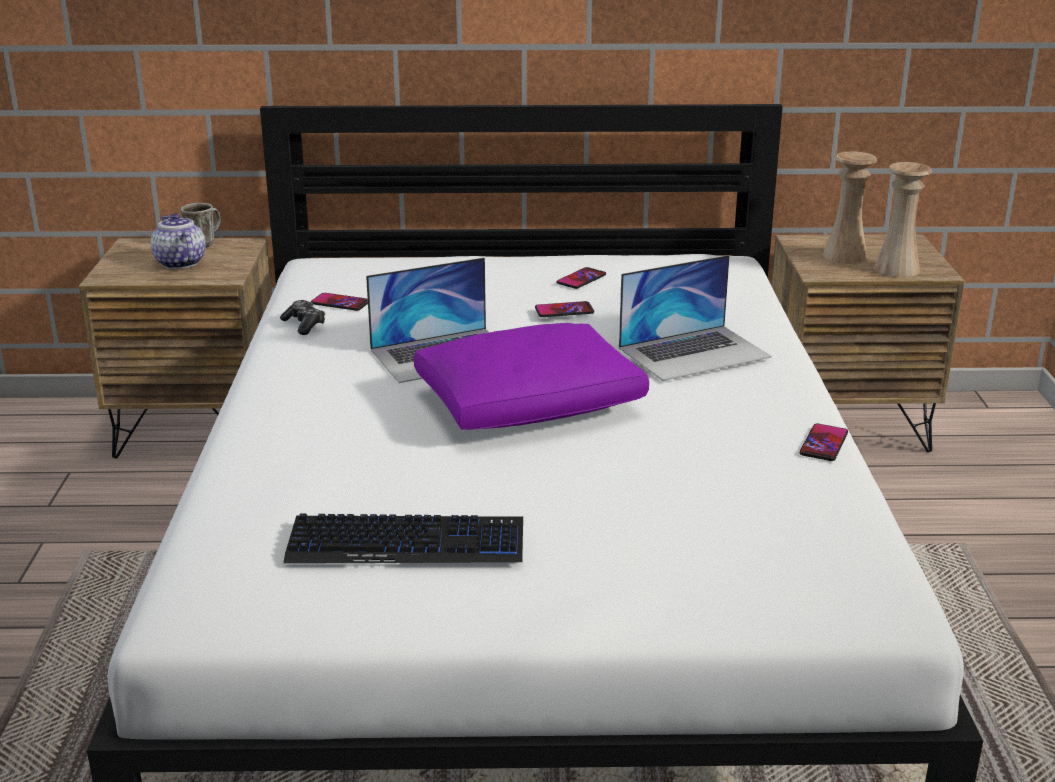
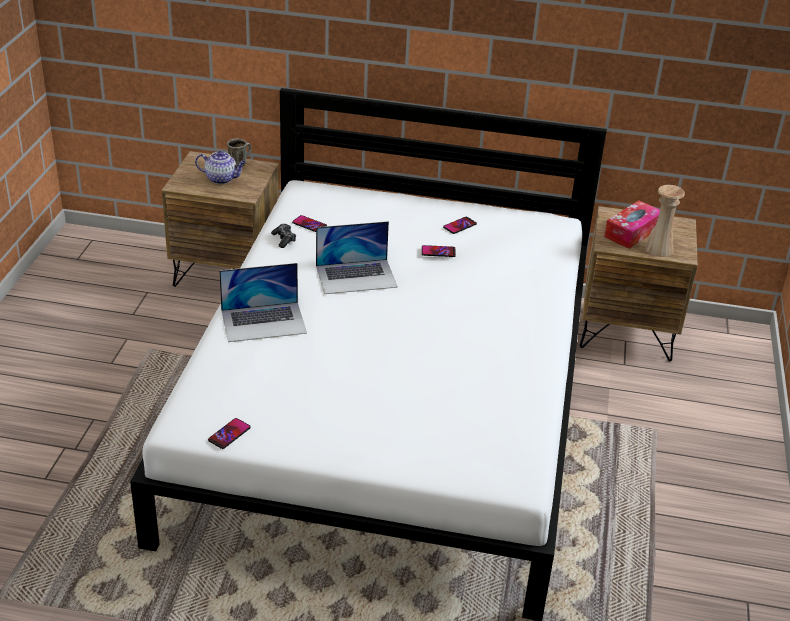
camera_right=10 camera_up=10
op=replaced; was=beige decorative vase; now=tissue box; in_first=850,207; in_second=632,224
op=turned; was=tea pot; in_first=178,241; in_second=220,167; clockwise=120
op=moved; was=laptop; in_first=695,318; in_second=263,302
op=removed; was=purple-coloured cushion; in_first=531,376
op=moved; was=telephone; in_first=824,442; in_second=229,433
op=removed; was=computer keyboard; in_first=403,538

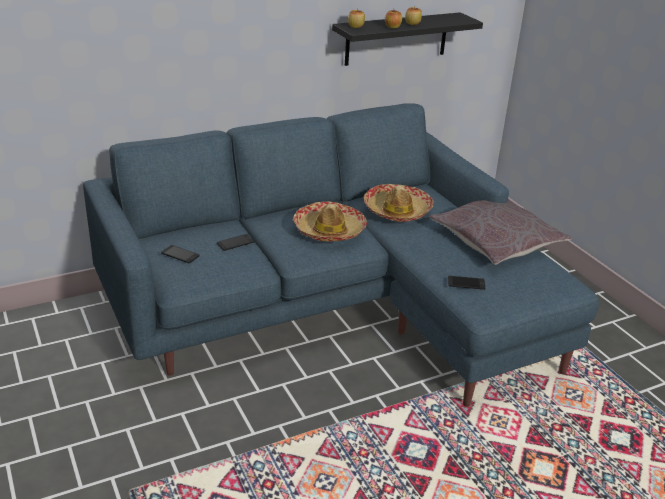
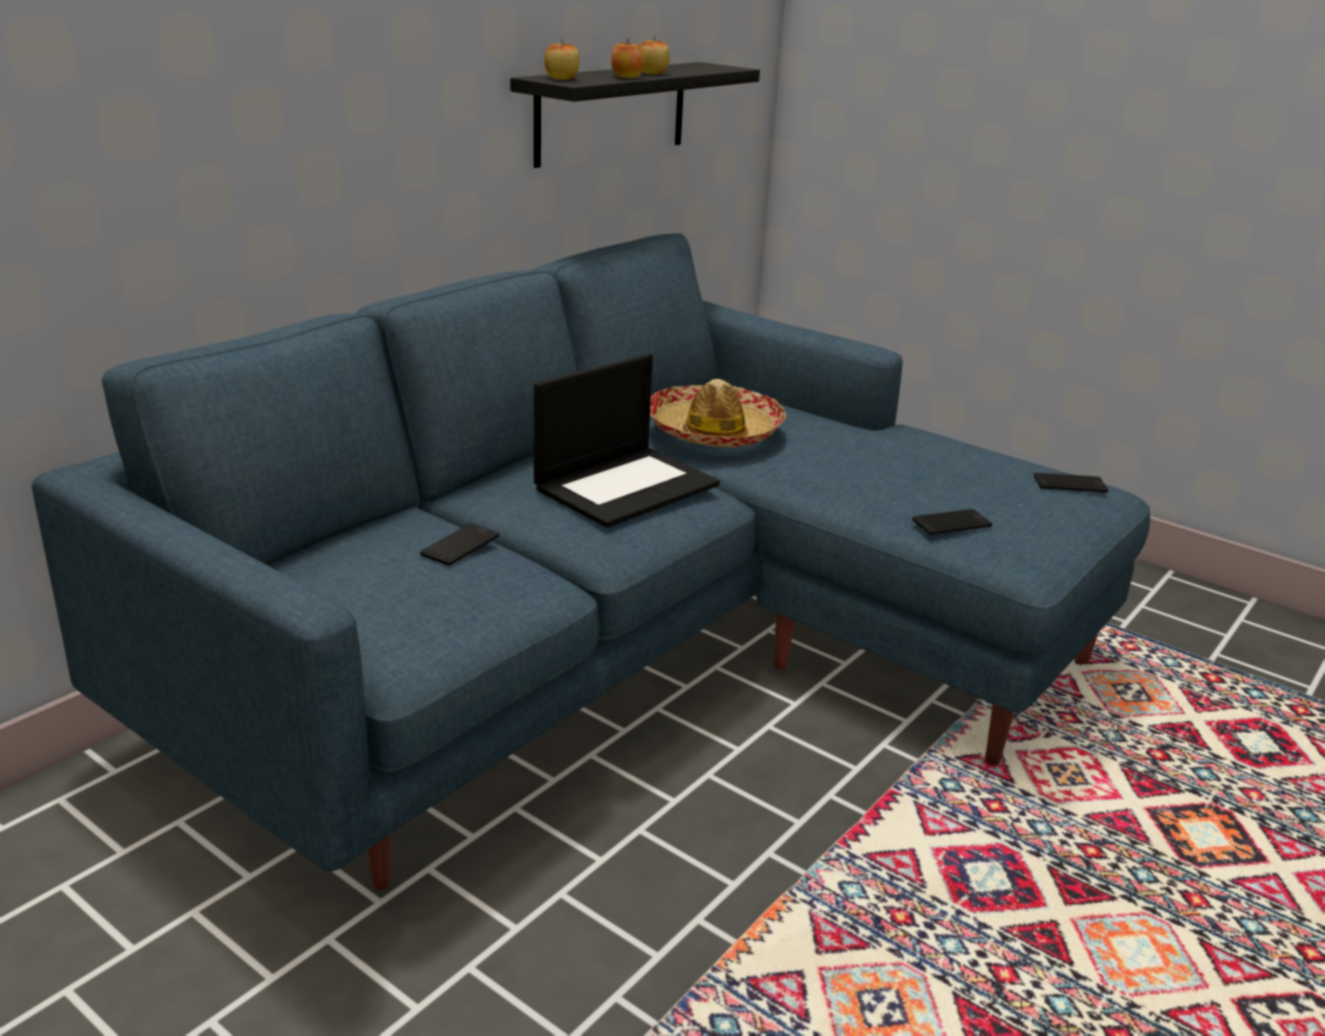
camera_right=-25 camera_up=-5
op=removed; was=grey cushion; in_first=500,232
op=replaced; was=wearable hat; now=laptop; in_first=330,221; in_second=627,440
op=moved; was=telephone; in_first=180,254; in_second=1071,483

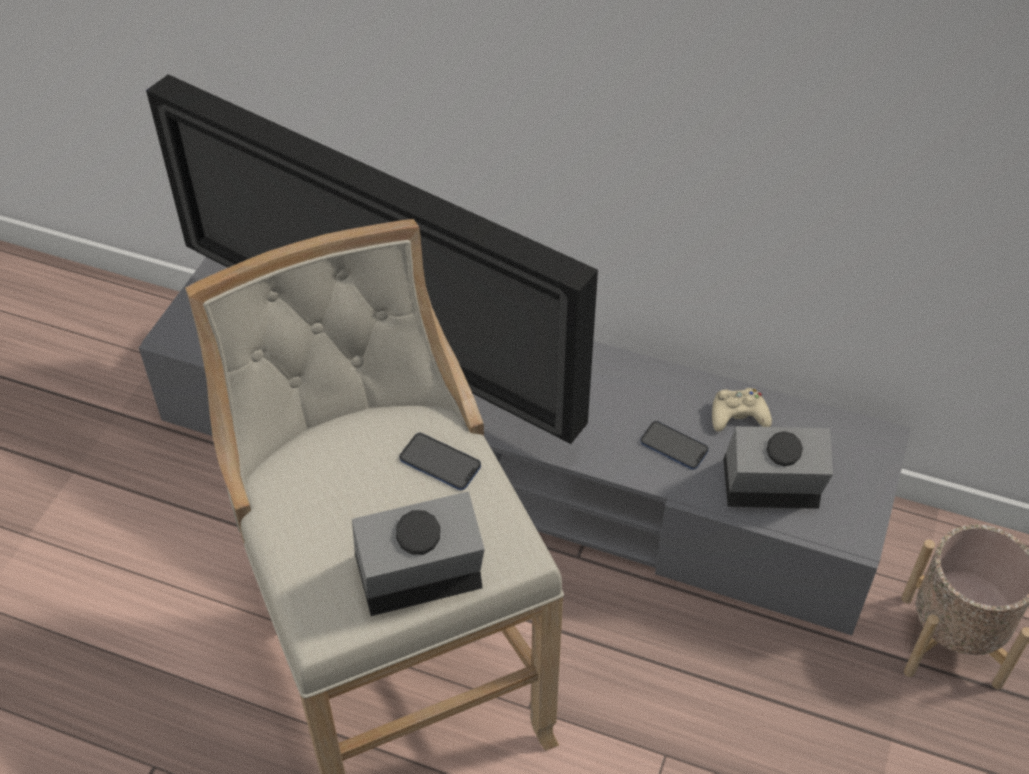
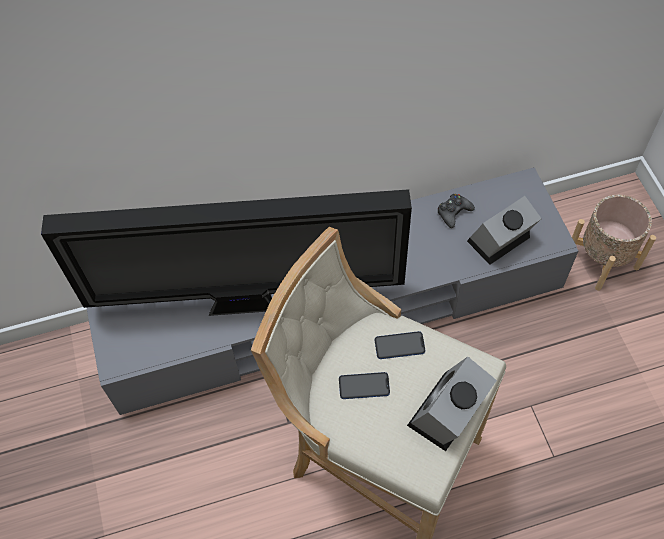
camera_right=-35 camera_up=10
op=recoloured; was=beige game controller; now=black-coloured game controller; in_first=742,409; in_second=456,211
op=moved; was=telephone; in_first=674,445; in_second=364,385

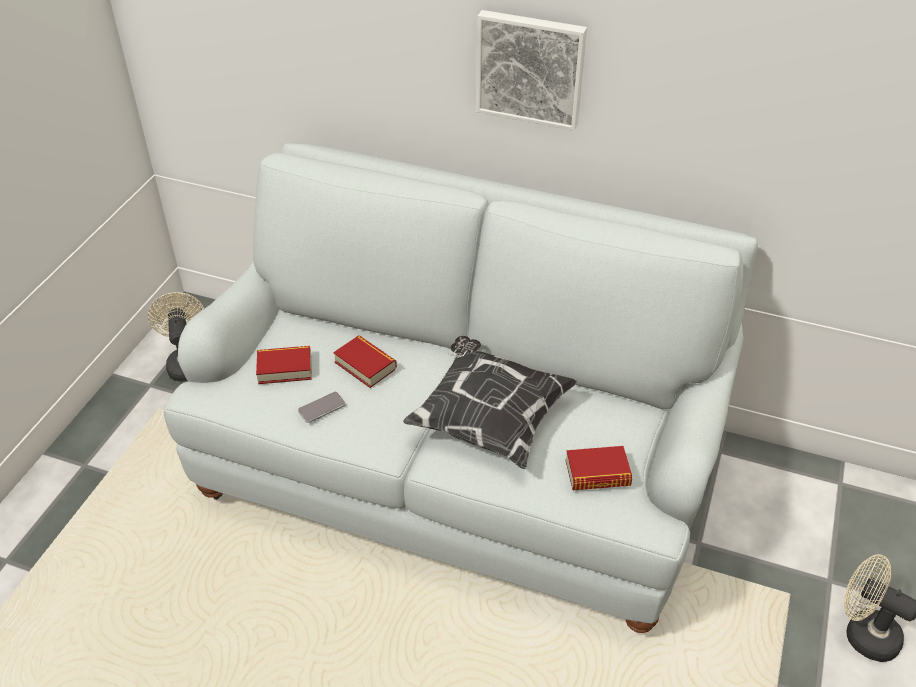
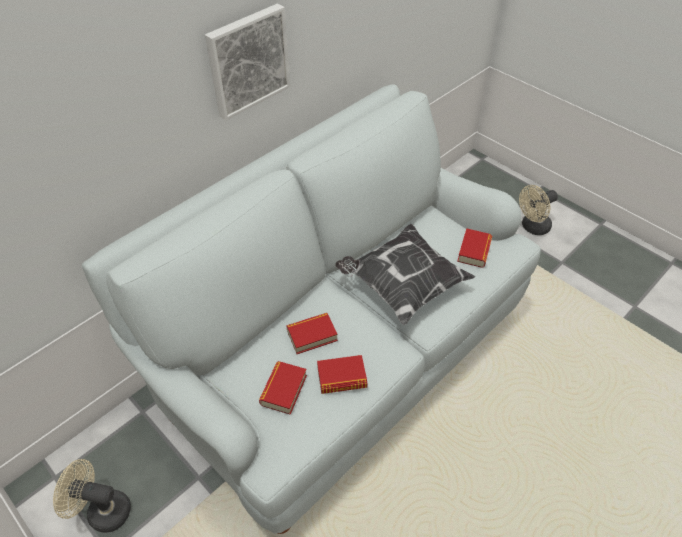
camera_right=-65 camera_up=5
op=replaced; was=telephone; now=book; in_first=322,407; in_second=342,374

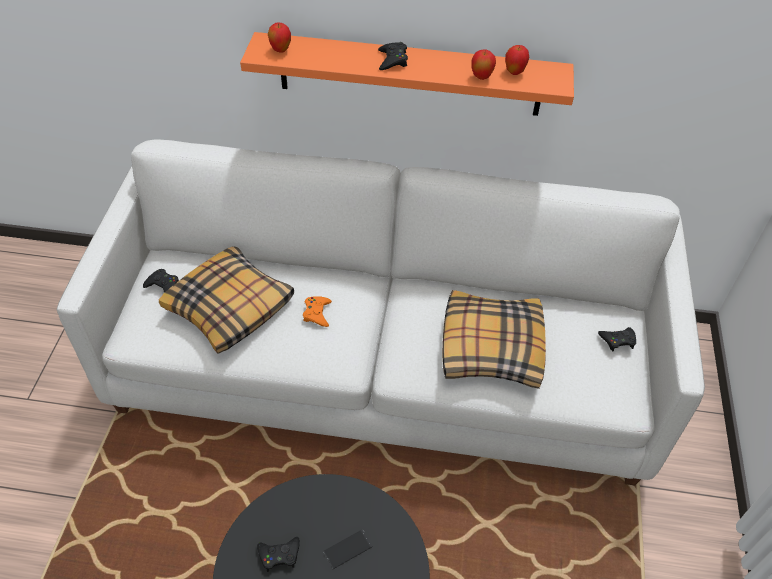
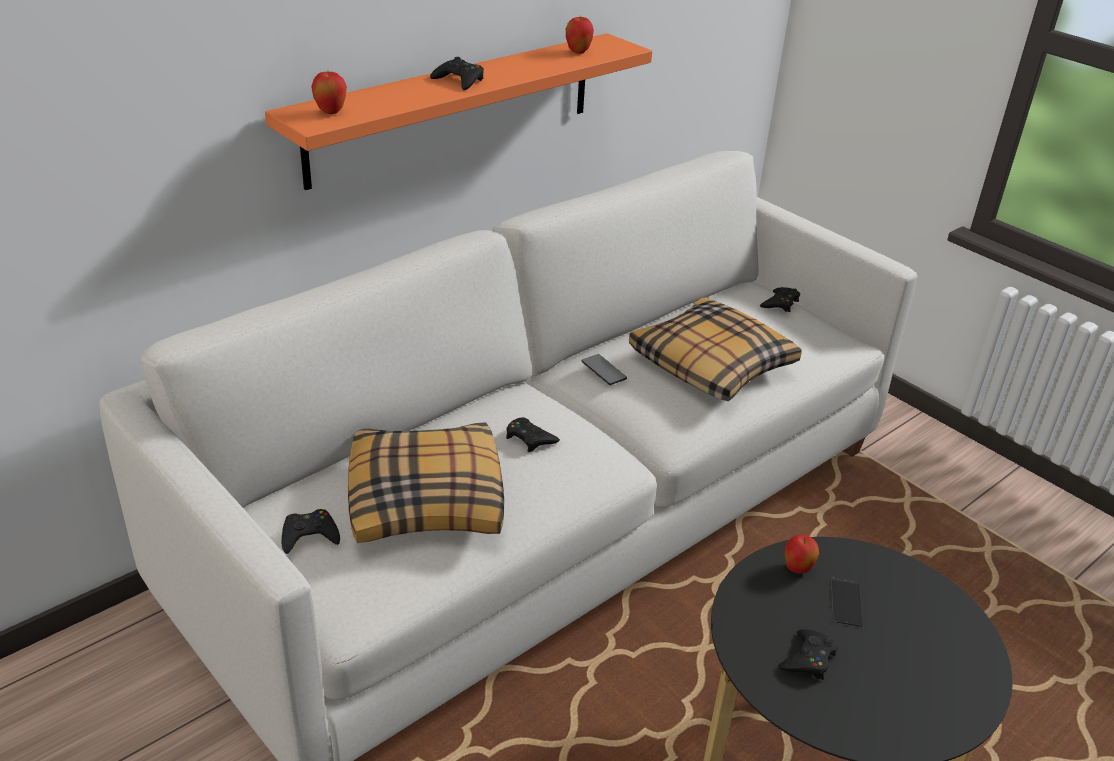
camera_right=-50 camera_up=-15
op=moved; was=apple; in_first=484,65; in_second=802,554
op=recoloured; was=orangey game controller; now=black-coloured game controller; in_first=317,311; in_second=533,434
op=added; now=telephone; in_second=604,369

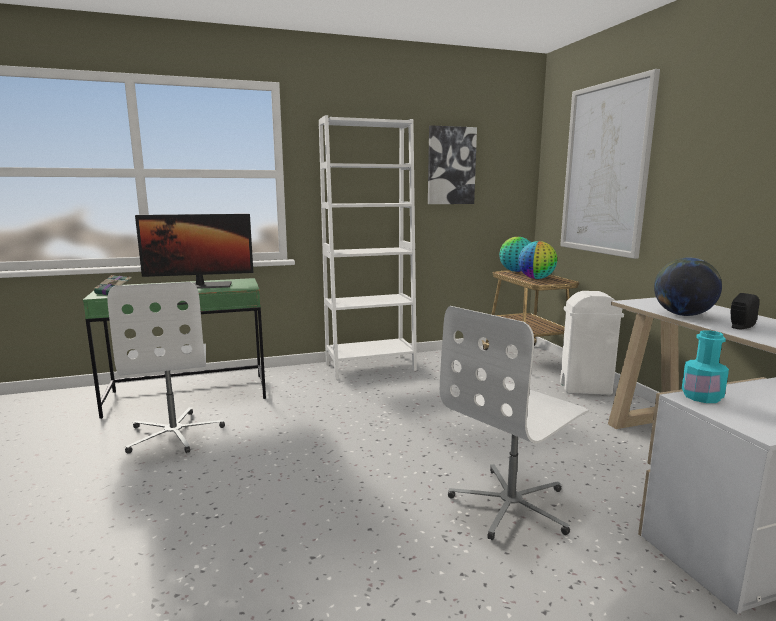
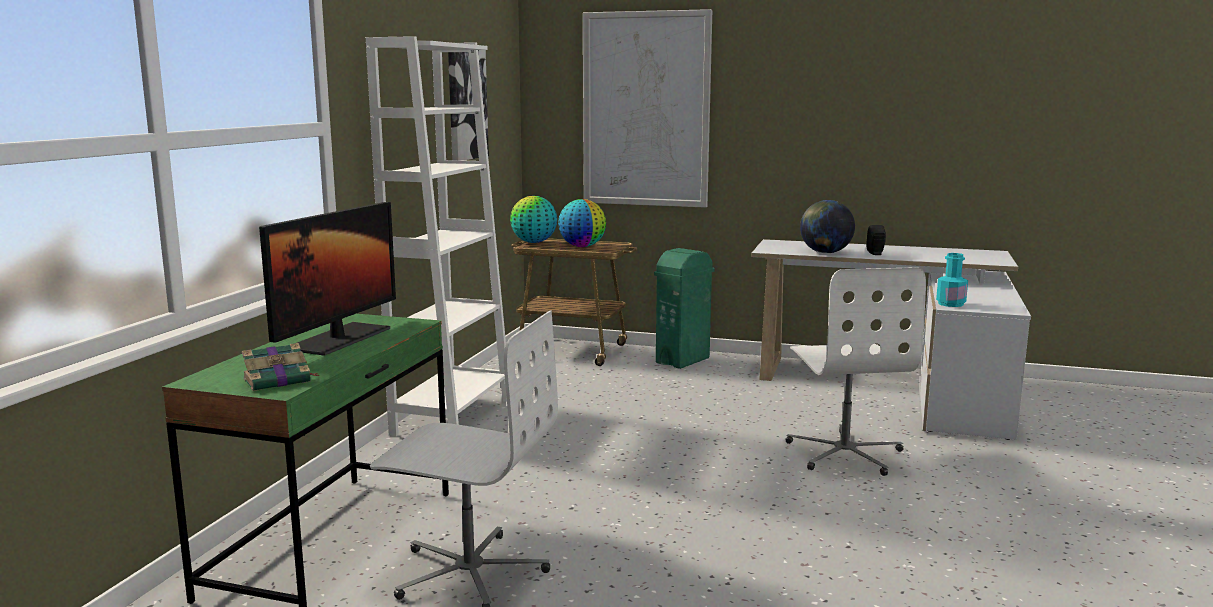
camera_right=-55 camera_up=0
op=recoloured; was=white rubbish bin; now=green rubbish bin; in_first=592,343; in_second=684,308

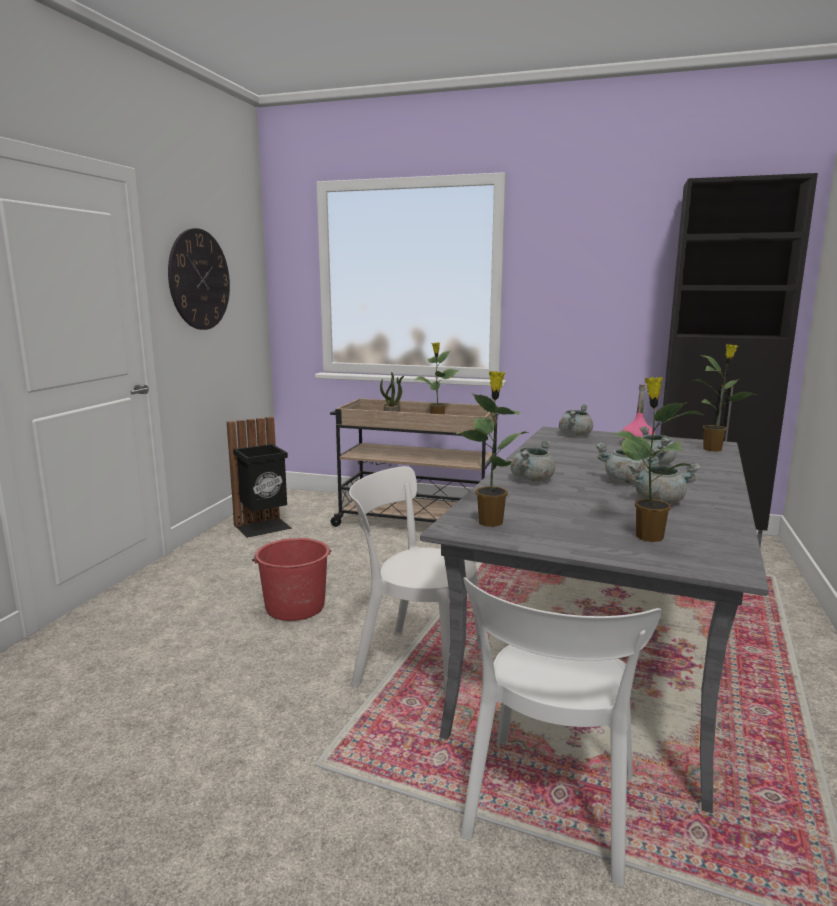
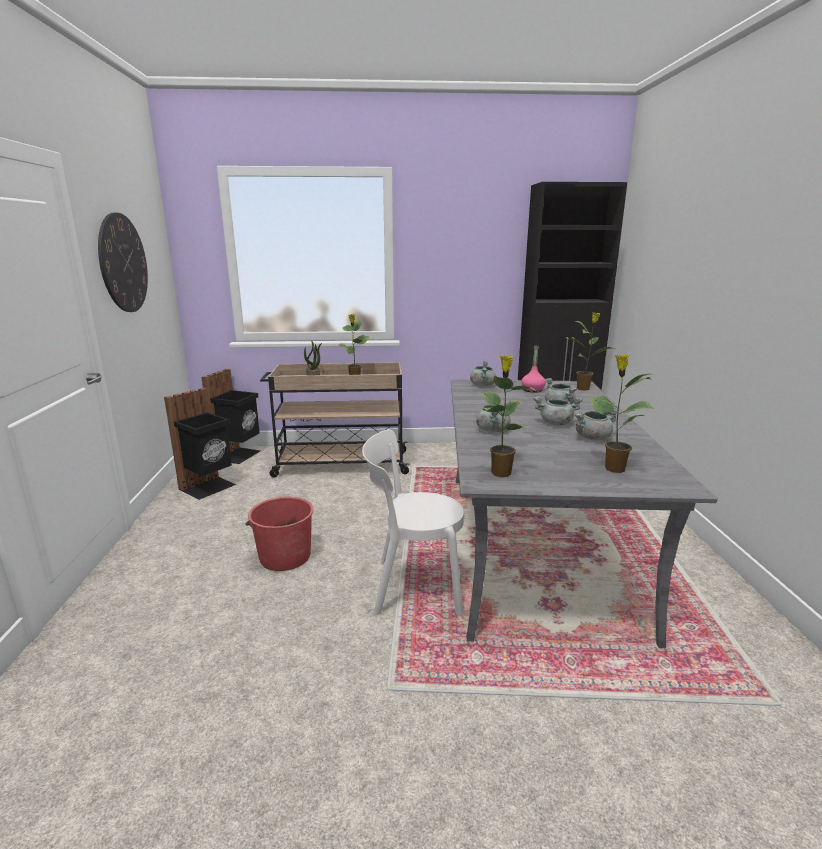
camera_right=-20 camera_up=5
op=removed; was=white upright chair; in_first=561,731
op=added; now=black-coloured rubbish bin; in_second=230,416

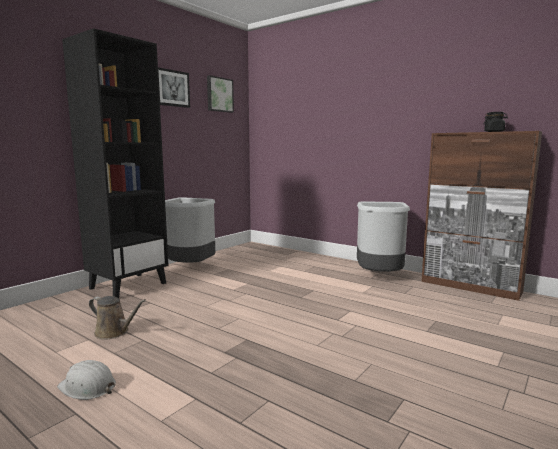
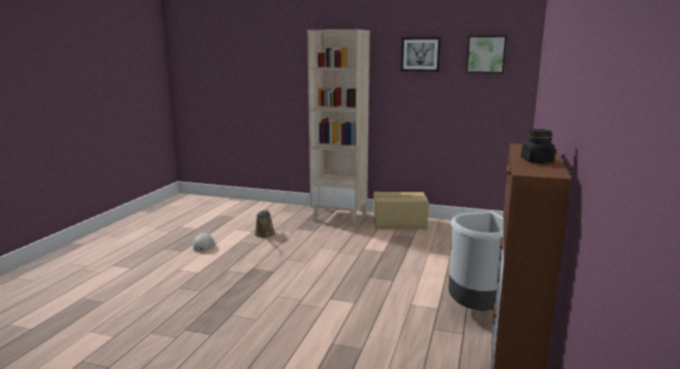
camera_right=70 camera_up=5
op=recoloured; was=black-coloured bookcase; now=beige bookcase; in_first=115,163; in_second=338,127
op=replaced; was=grey rubbish bin; now=packing box; in_first=190,230; in_second=401,210

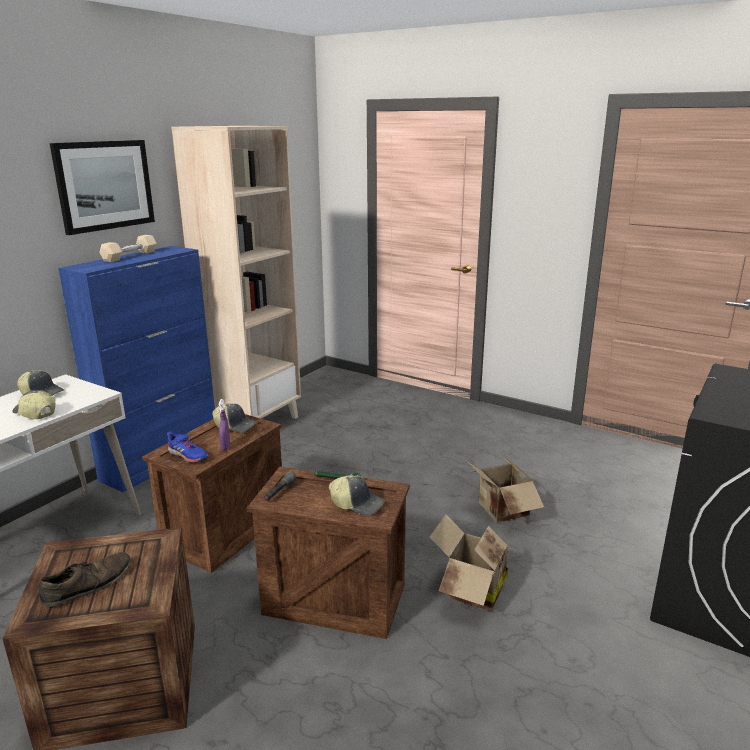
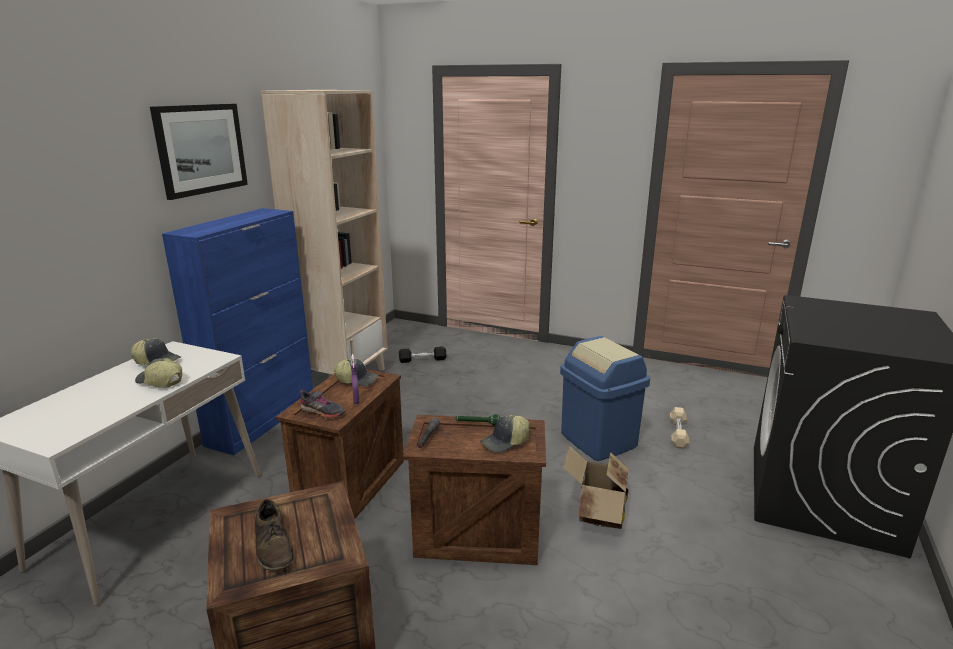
camera_right=-10 camera_up=0
op=moved; was=beige free weight; in_first=128,248; in_second=679,428
op=recoloured; was=blue low shoe; now=grey low shoe; in_first=188,447; in_second=322,404
op=replaced; was=packing box; now=blue rubbish bin; in_first=505,488; in_second=605,398
op=turned; was=baseball cap; in_first=357,495; in_second=504,434; clockwise=135
op=turned; was=brown low shoe; in_first=85,579; in_second=275,535; clockwise=120
op=added; now=black-coloured free weight; in_second=422,354

